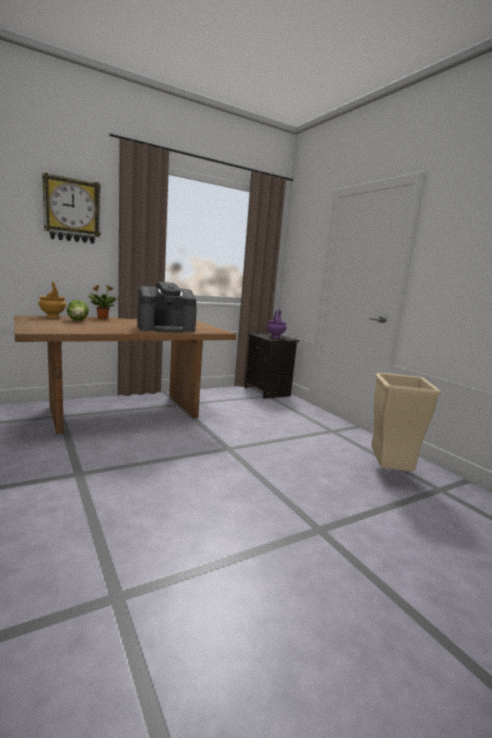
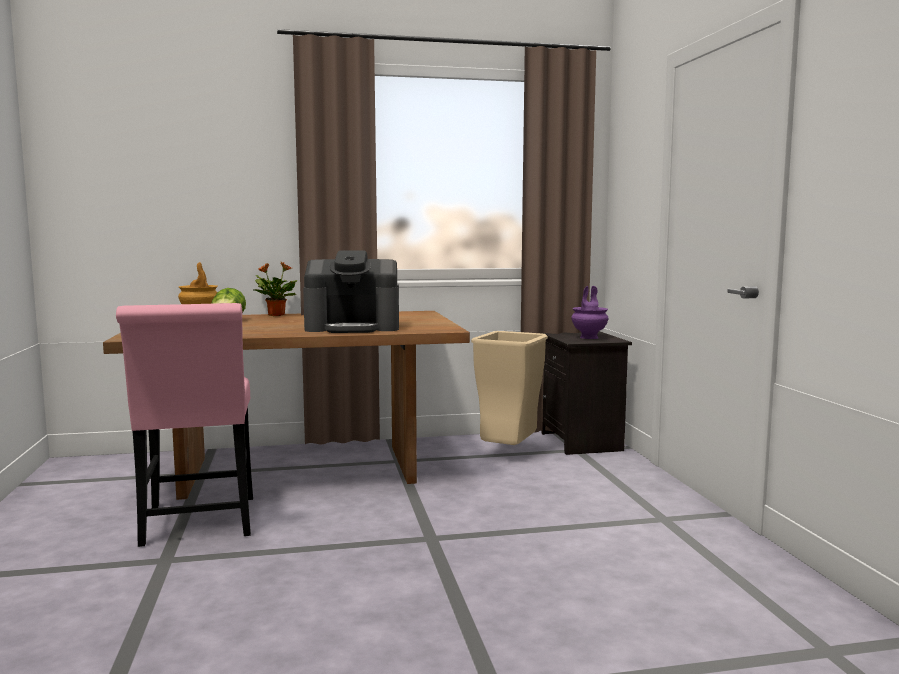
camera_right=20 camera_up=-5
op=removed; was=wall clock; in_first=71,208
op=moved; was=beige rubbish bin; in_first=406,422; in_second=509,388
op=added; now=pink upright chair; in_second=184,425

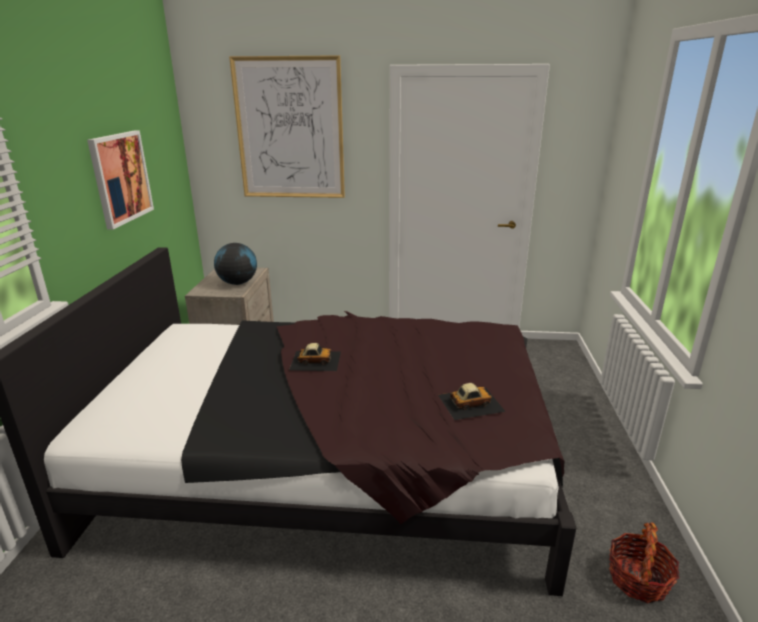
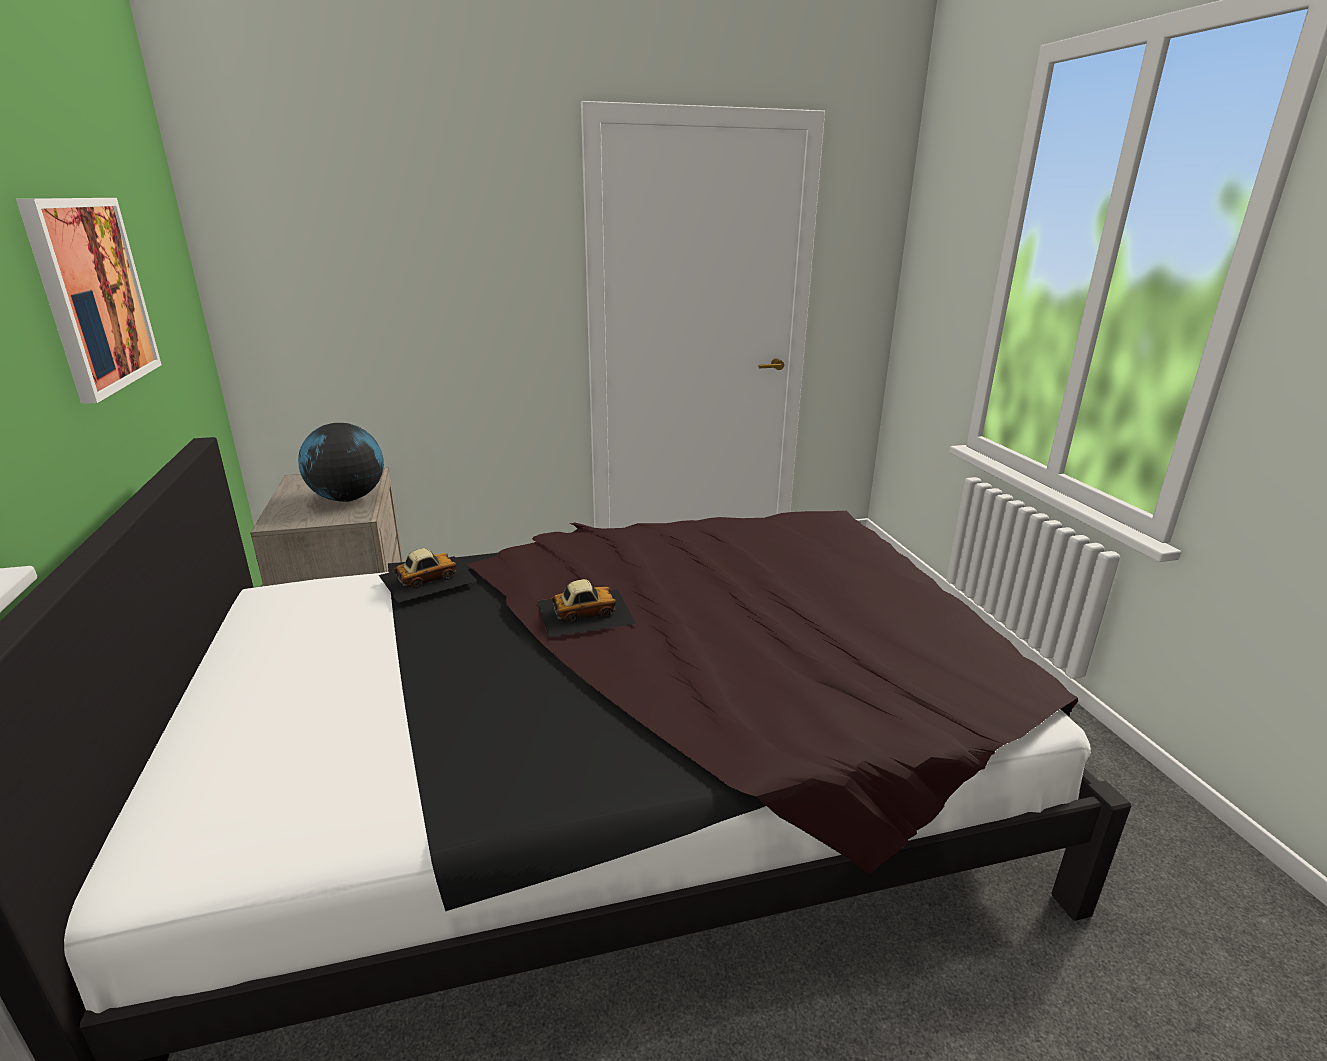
camera_right=-20 camera_up=0
op=removed; was=wall art; in_first=287,126
op=moved; was=miniature car; in_first=472,401; in_second=428,575
op=removed; was=storage basket; in_first=644,562

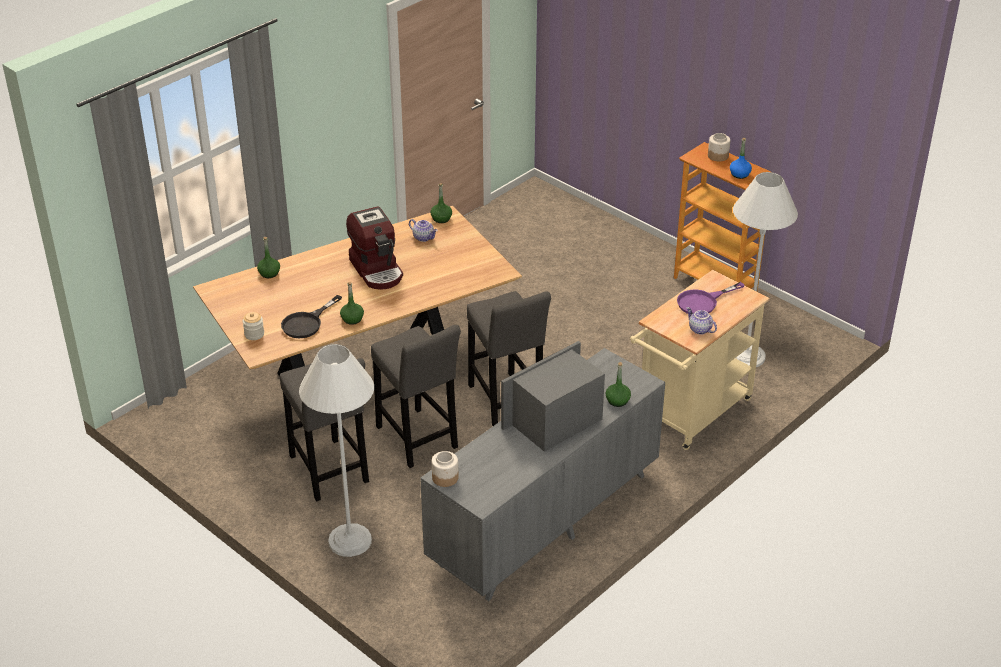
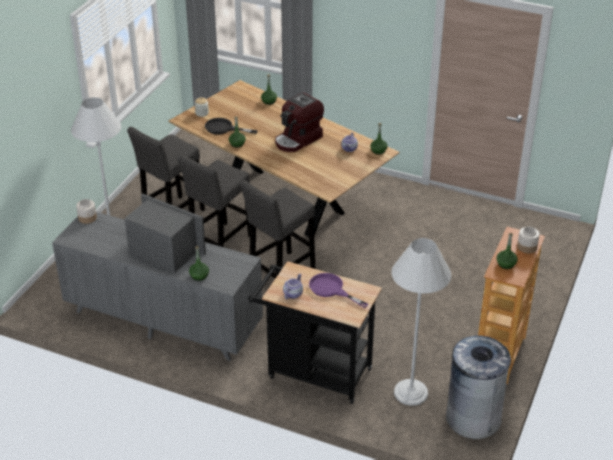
camera_right=70 camera_up=0
op=recoloured; was=blue beverage bottle; now=green beverage bottle; in_first=741,158; in_second=507,251
op=recoloured; was=beige cart; now=black-coloured cart; in_first=700,360; in_second=315,332
op=added; now=grey rubbish bin; in_second=478,387

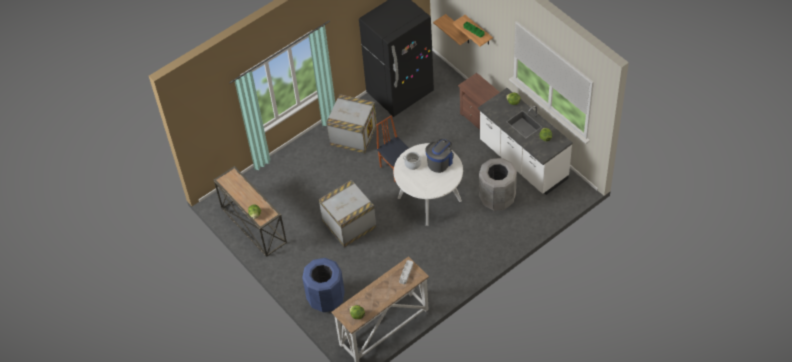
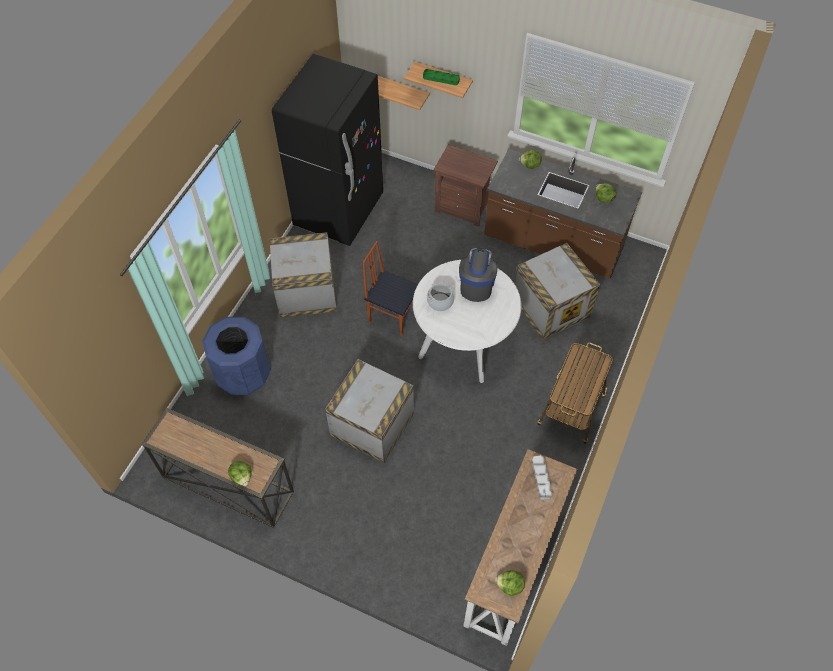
camera_right=-30 camera_up=5
op=recoloured; was=white counter; now=brown counter; in_first=525,141; in_second=563,214
op=replaced; was=grey rubbish bin; now=packing crate; in_first=498,184; in_second=557,291
op=moved; was=blue rubbish bin; in_first=323,285; in_second=236,356
op=added; now=cart; in_second=575,393

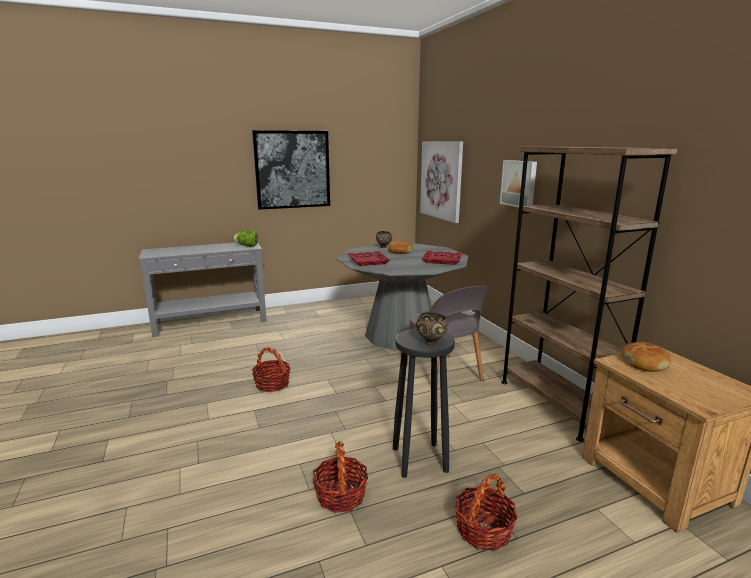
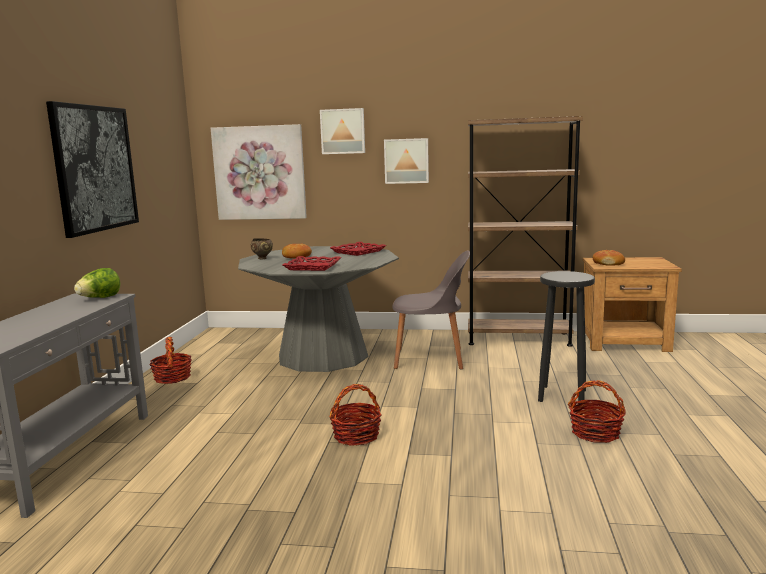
camera_right=-60 camera_up=-5
op=removed; was=brown deep dish; in_first=432,328
op=moved; was=storage basket; in_first=486,512; in_second=170,360
op=added; now=wall art; in_second=342,131

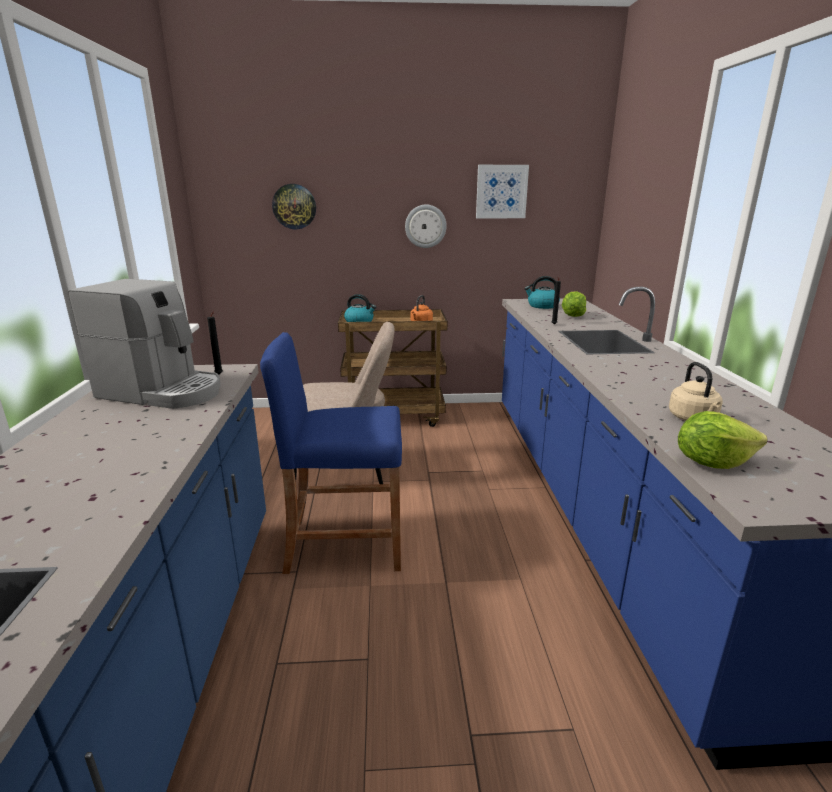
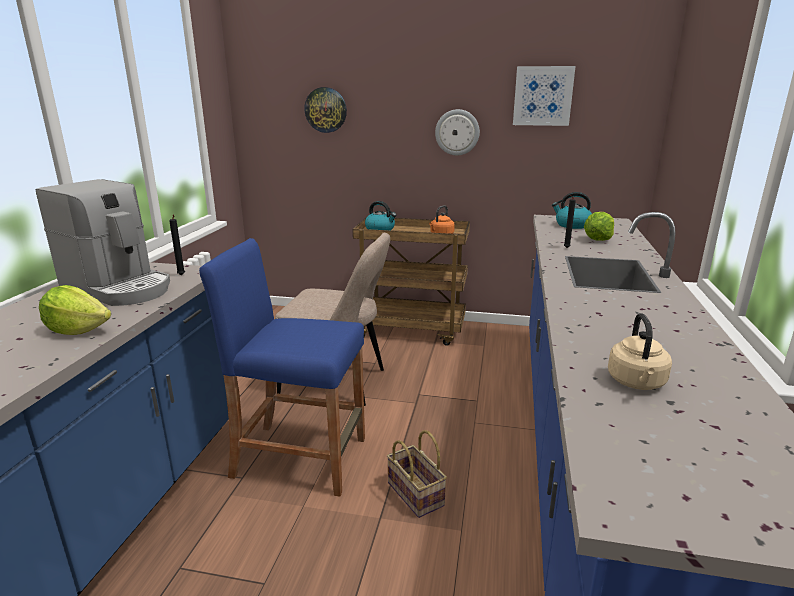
camera_right=15 camera_up=0
op=moved; was=lettuce head; in_first=722,440; in_second=75,310
op=added; now=storage basket; in_second=417,474

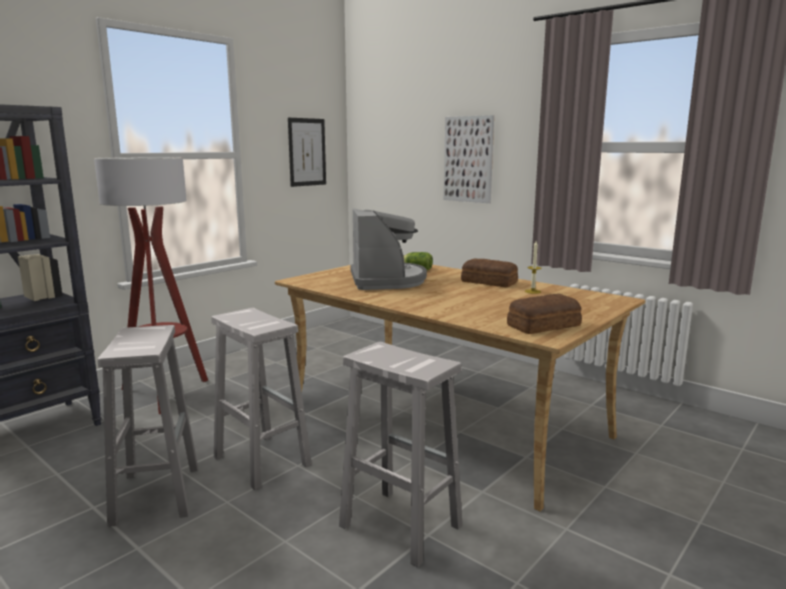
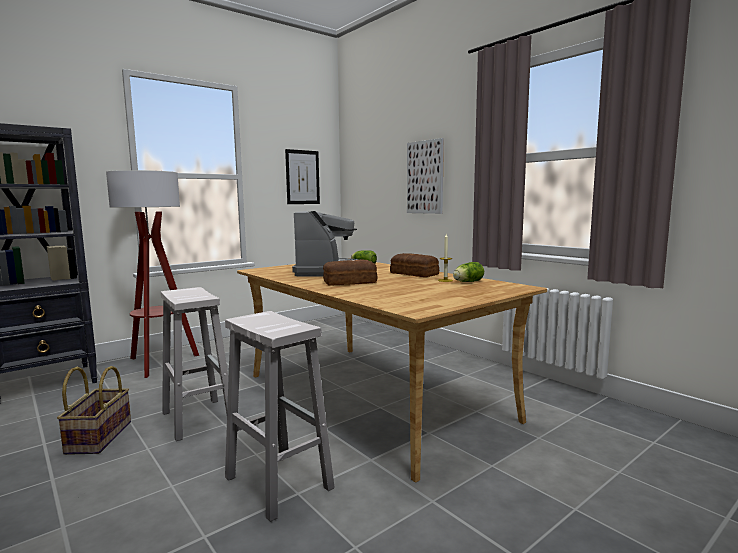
camera_right=10 camera_up=-5
op=moved; was=bread; in_first=544,314; in_second=350,272
op=replaced; was=white stool seat; now=storage basket; in_first=148,425; in_second=94,410
op=added; now=lettuce head; in_second=468,272

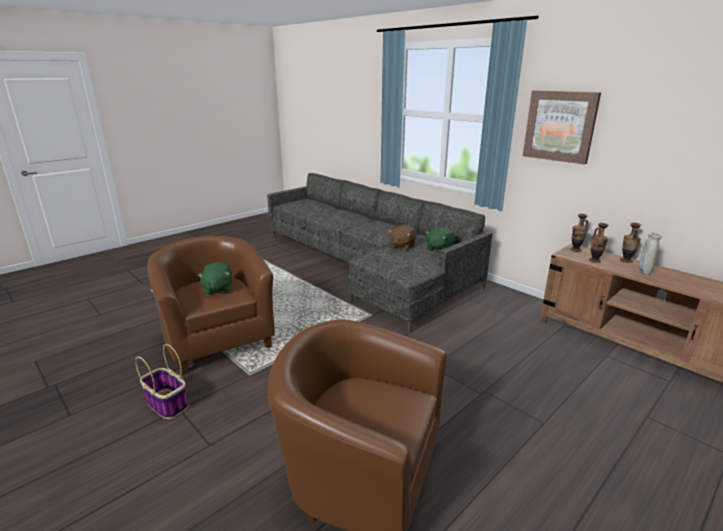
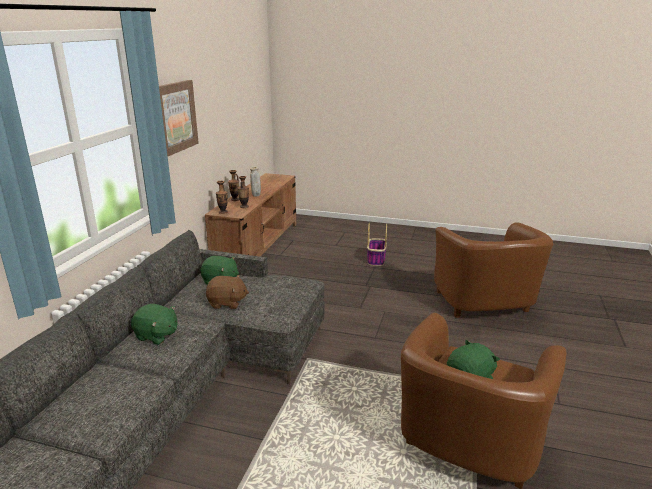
camera_right=-120 camera_up=0
op=moved; was=storage basket; in_first=161,381; in_second=377,244
op=added; now=green soft toy; in_second=154,324

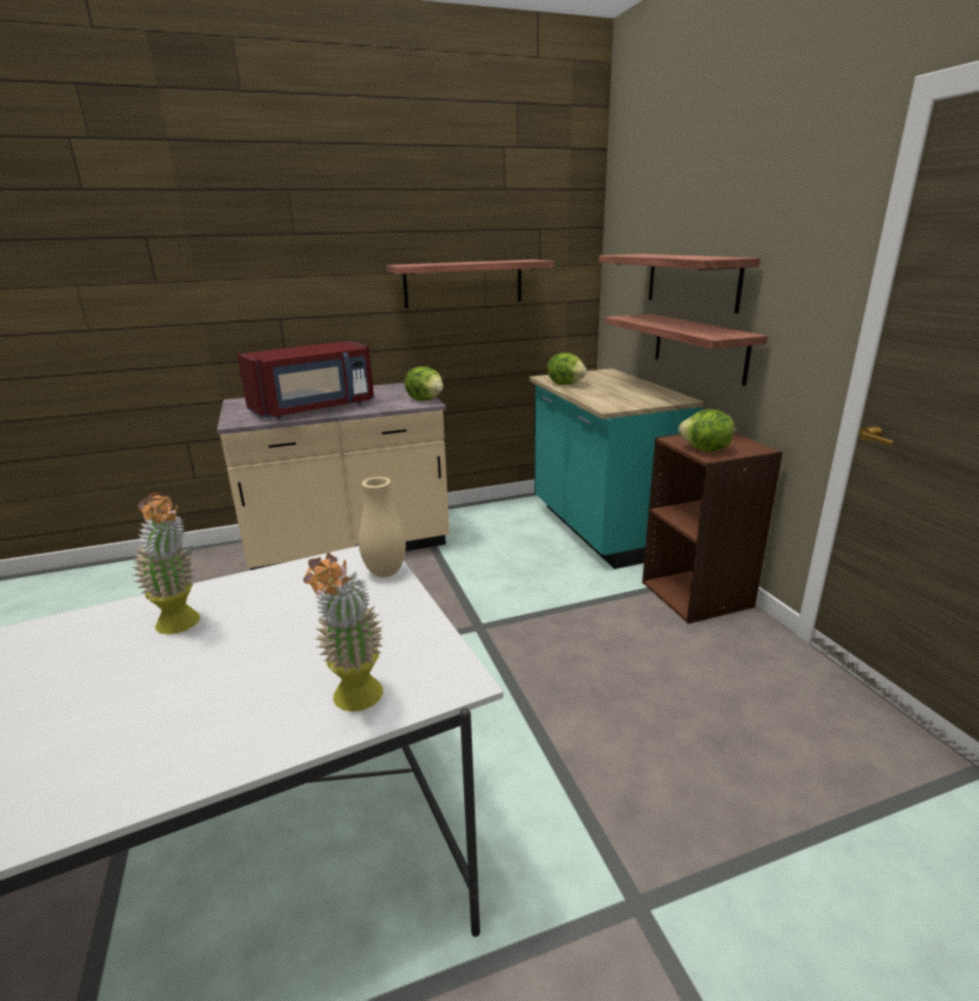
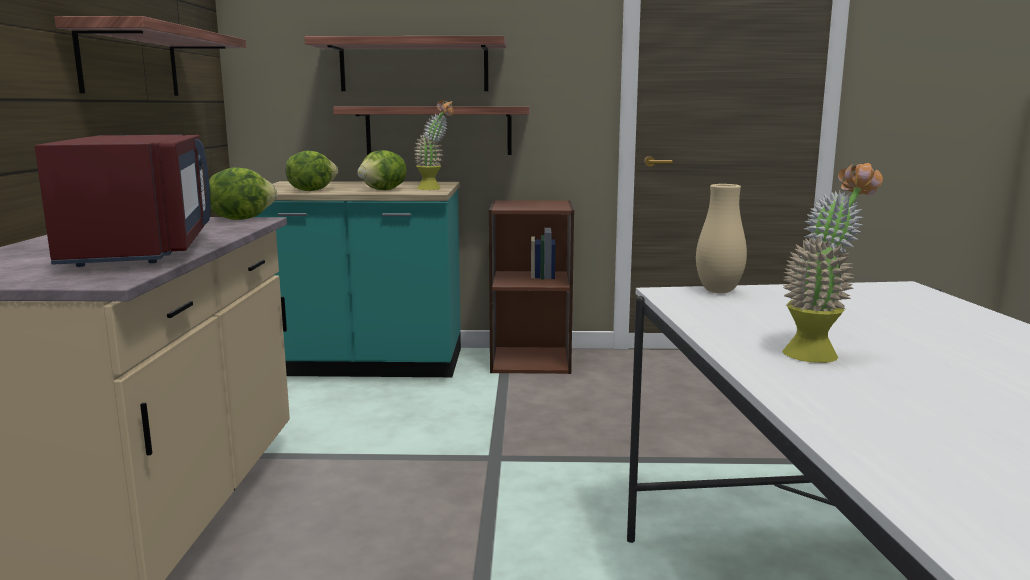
camera_right=-70 camera_up=-10
op=moved; was=lettuce head; in_first=706,430; in_second=382,170
op=moved; was=plant in a pot; in_first=343,632; in_second=434,145

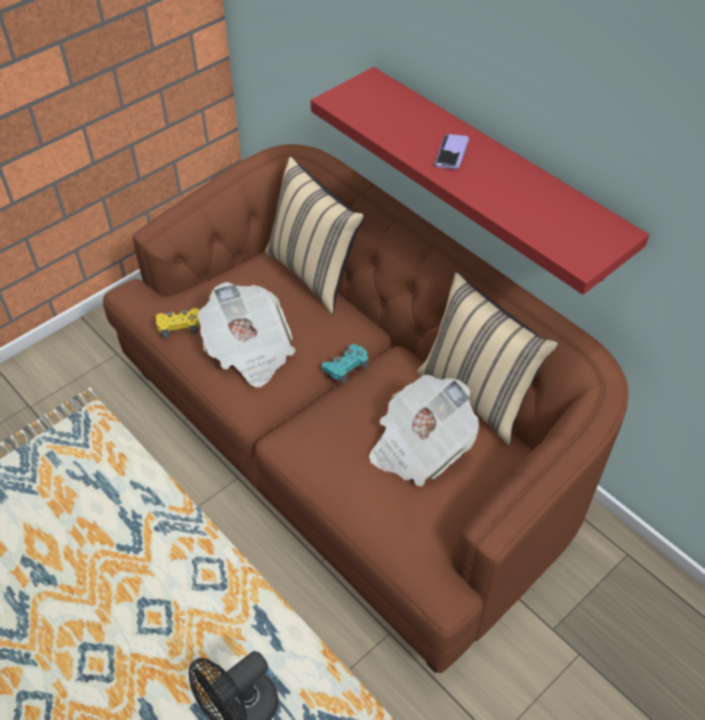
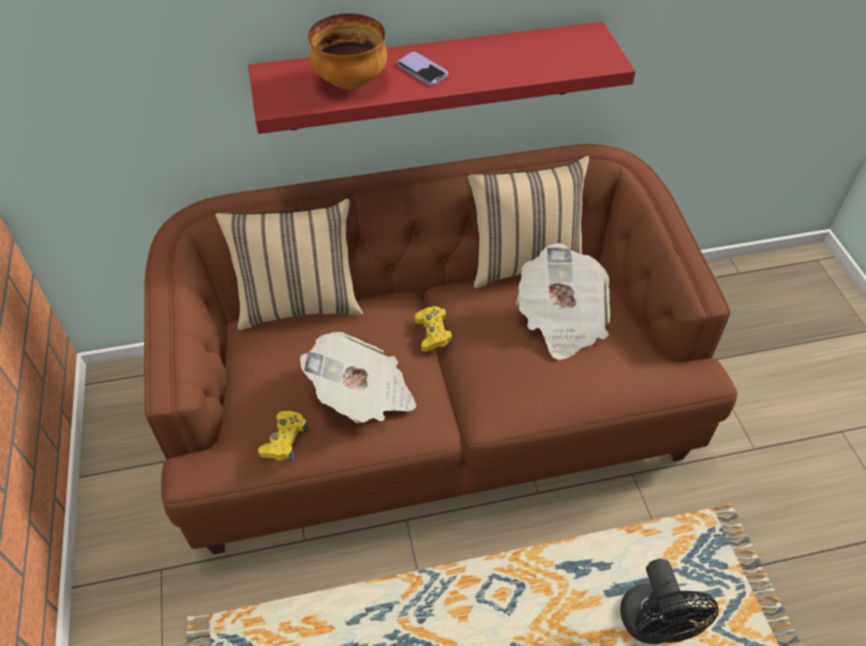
camera_right=-60 camera_up=0
op=recoloured; was=blue-green game controller; now=yellow-coloured game controller; in_first=344,364; in_second=433,329
op=added; now=deep dish; in_second=347,51

